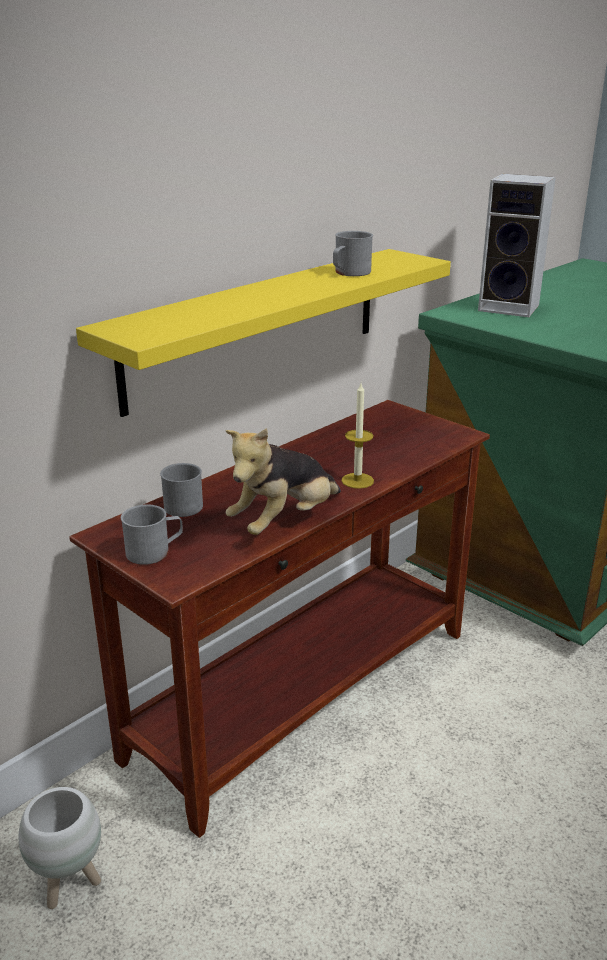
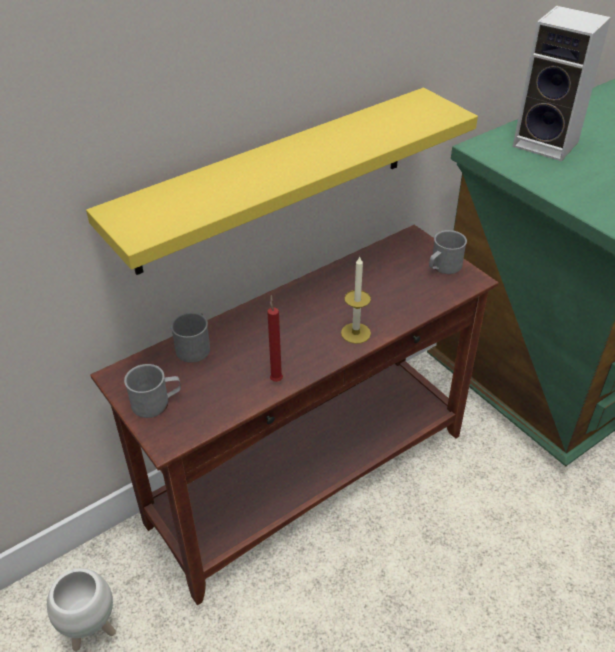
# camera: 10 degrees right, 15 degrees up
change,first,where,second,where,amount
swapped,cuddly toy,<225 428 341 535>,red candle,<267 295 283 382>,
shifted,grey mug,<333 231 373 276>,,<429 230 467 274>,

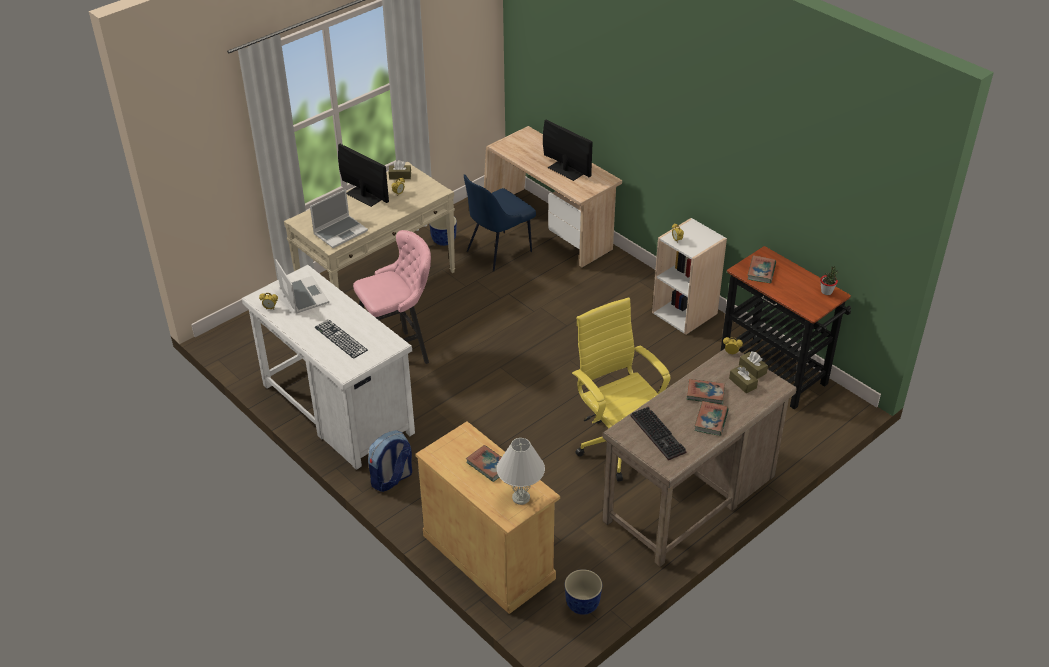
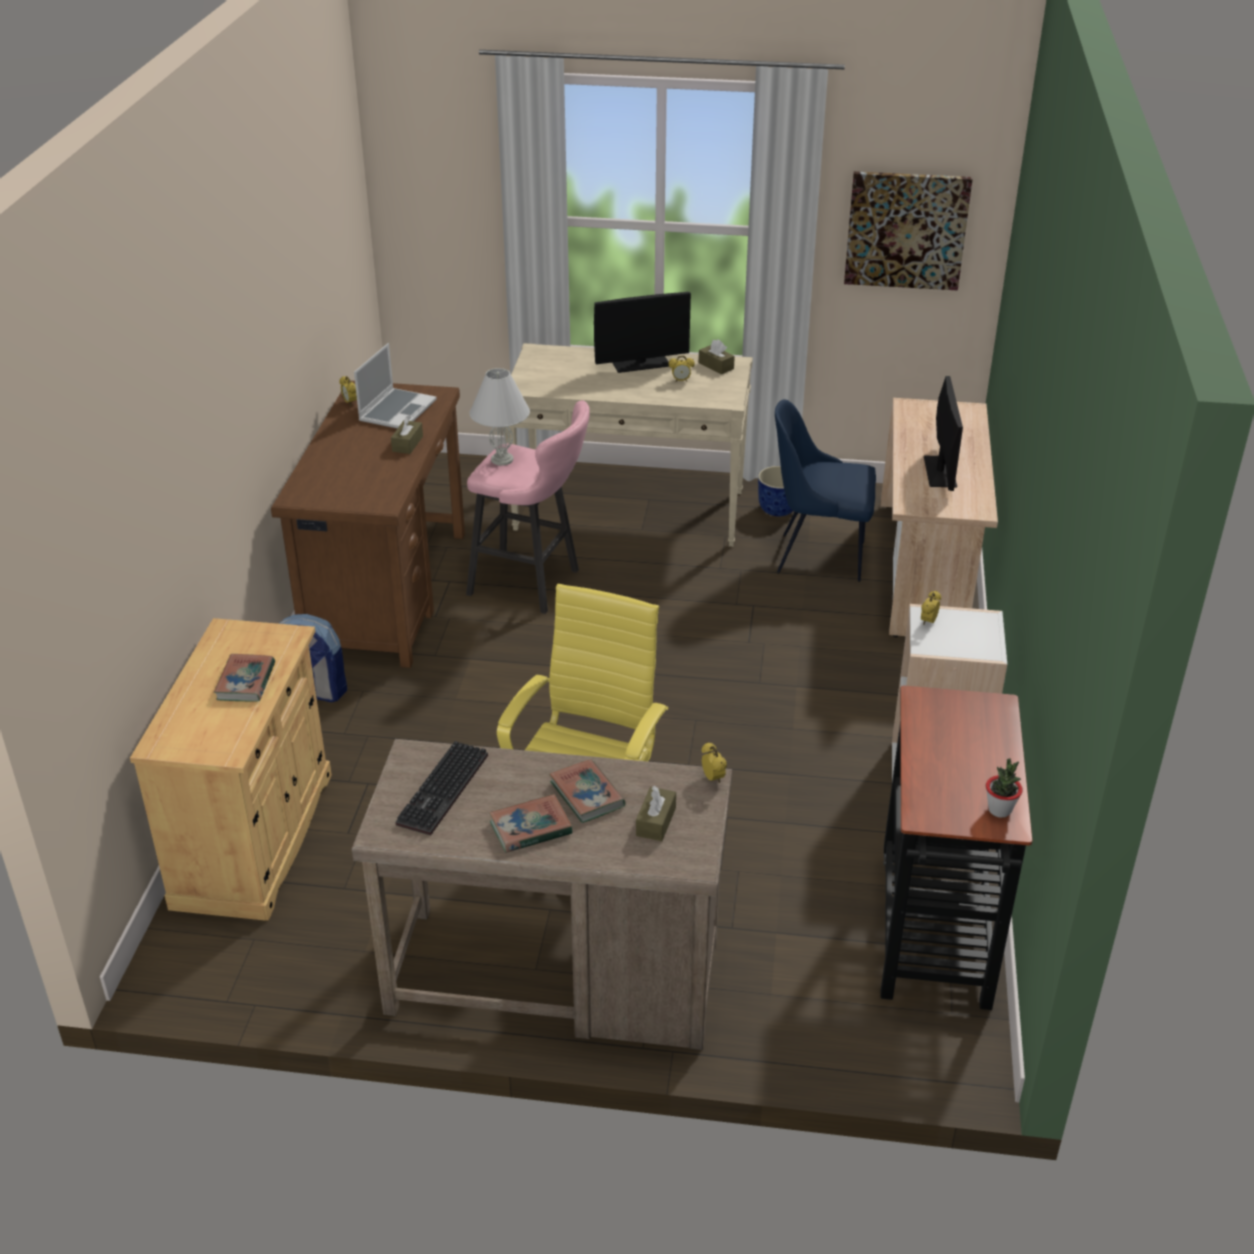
# camera: 50 degrees right, 5 degrees down
change,first,where,second,where,amount
repainted,white-coloured desk,<242 265 415 470>,brown-coloured desk,<271 381 465 668>,
shifted,brown-coloured tissue holder,<739 351 768 379>,,<391 415 423 454>,
shifted,white-coloured lamp for a table,<497 438 545 505>,,<469 368 530 466>,
rotated,monitor,<338 144 389 207>,,<594 292 691 373>,75 degrees clockwise
new,,,wall art,<844 171 973 290>,
gone,portable computer,<310 189 368 248>,,,
gone,computer keyboard,<314 319 368 359>,,,
gone,flower pot,<565 569 602 615>,,,
gone,bound book,<748 256 776 283>,,,

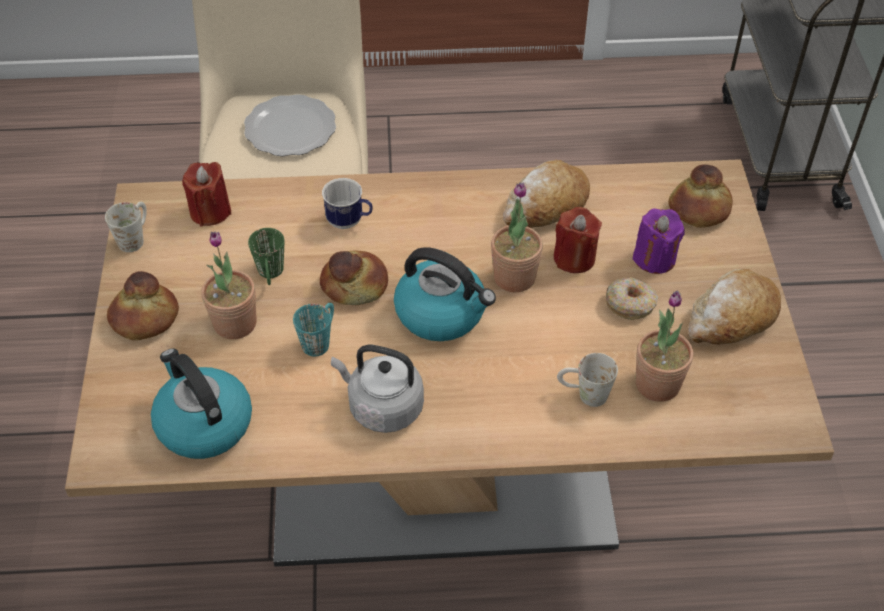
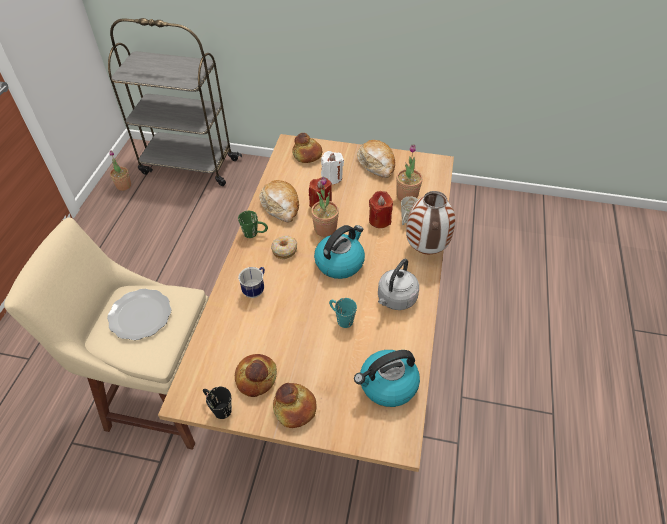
# camera: 75 degrees left, 0 degrees up
change,first,where,second,where,amount
shifted,houseplant,<201 231 257 339>,,<109 150 131 191>,
repainted,white-coloured mug,<105 202 147 252>,blackish mug,<203 386 232 419>,
shifted,baked bread,<320 250 388 305>,,<235 354 277 397>,
shifted,green mug,<248 228 284 285>,,<238 211 268 238>,
shifted,donut,<606 277 658 320>,,<271 236 297 259>,
repainted,purplish candle,<633 209 685 274>,white-coloured candle,<321 151 344 184>,
shifted,red candle,<182 162 231 227>,,<369 191 393 228>,
new,,,flower vase,<406 191 455 254>,

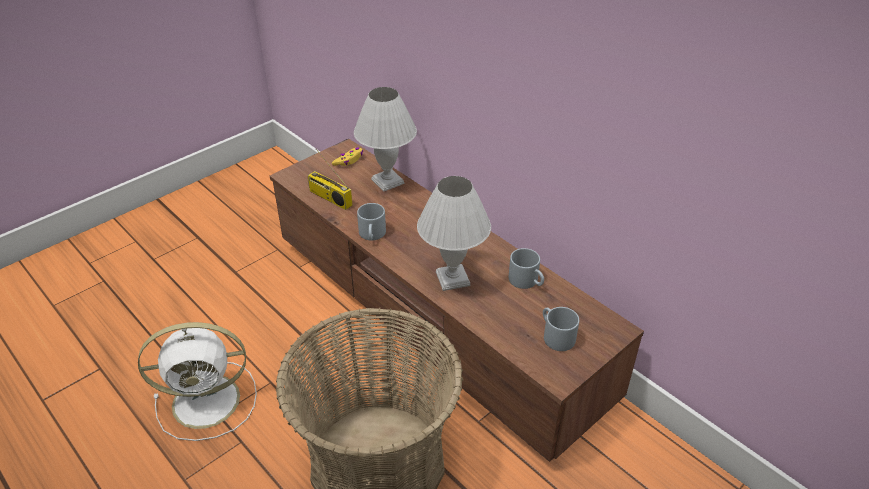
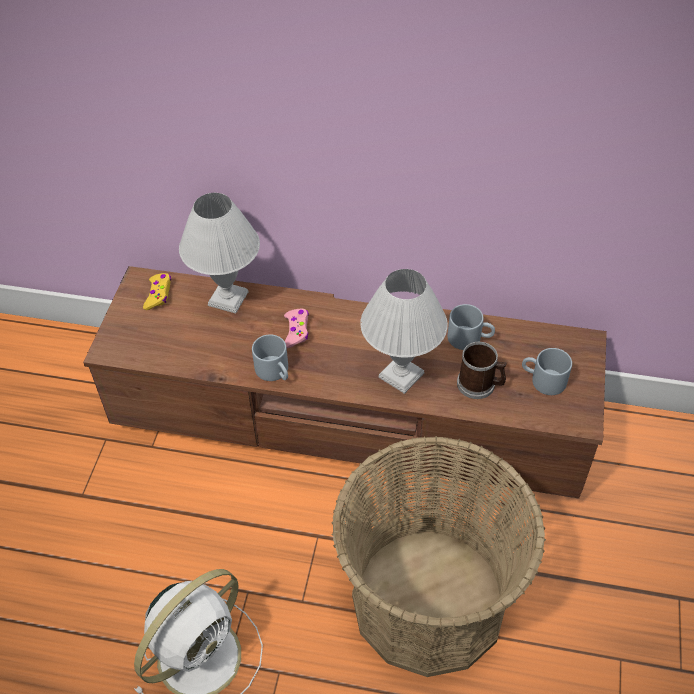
# camera: 35 degrees left, 10 degrees up
change,first,where,second,where,amount
new,,,pink gamepad,<284 309 309 348>,
new,,,mug,<457 342 507 399>,
gone,radio,<307 149 352 210>,,,

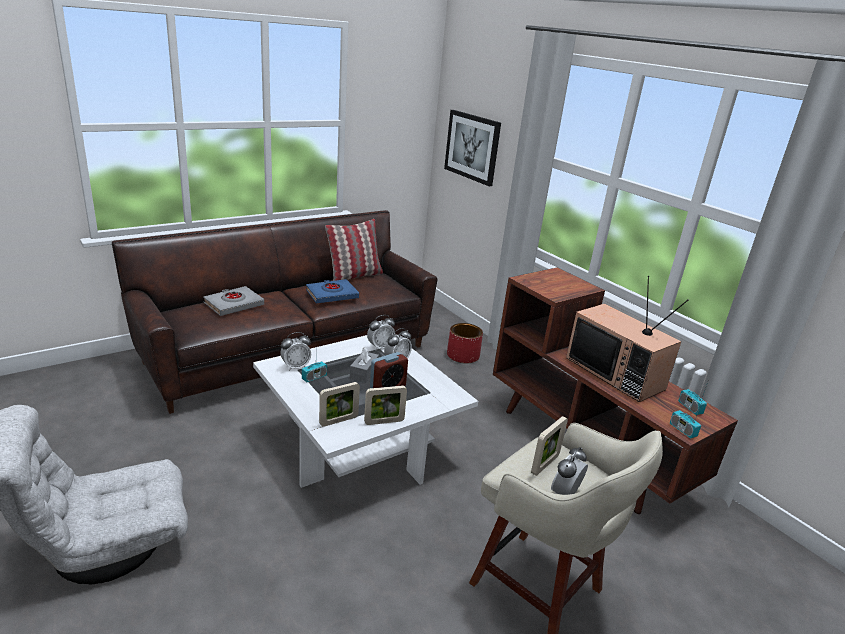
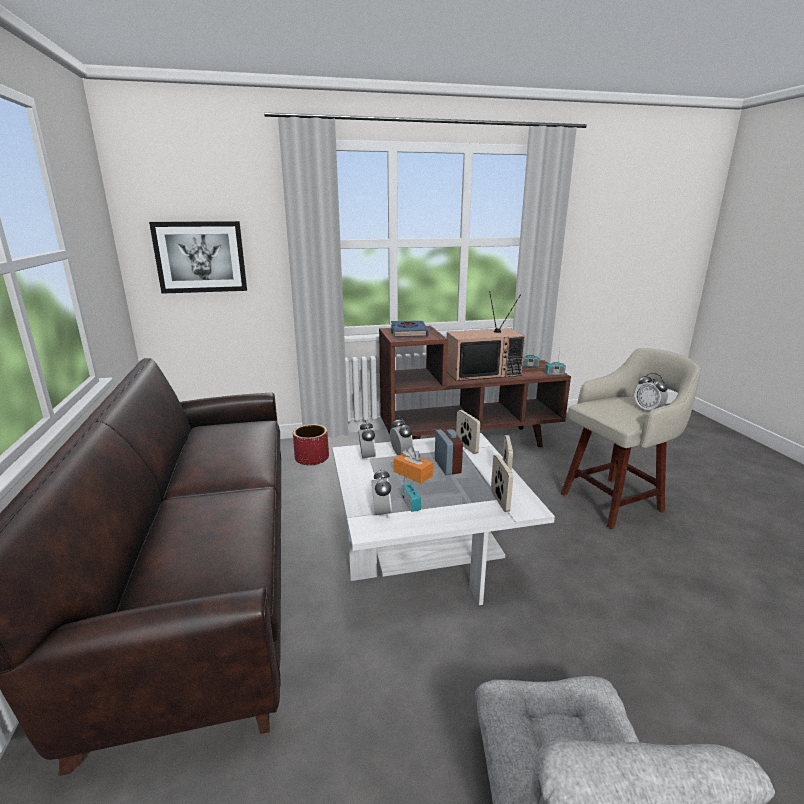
# camera: 65 degrees left, 5 degrees down
change,first,where,second,where,amount
shifted,blue bound book,<306 279 359 303>,,<391 321 428 337>,
repainted,grey tissue holder,<350 347 379 382>,orange-coloured tissue holder,<394 447 433 483>,
shifted,standing frame,<531 416 568 476>,,<456 410 480 454>,
gone,grey bound book,<203 286 264 316>,,,
gone,throw pillow,<325 219 383 281>,,,

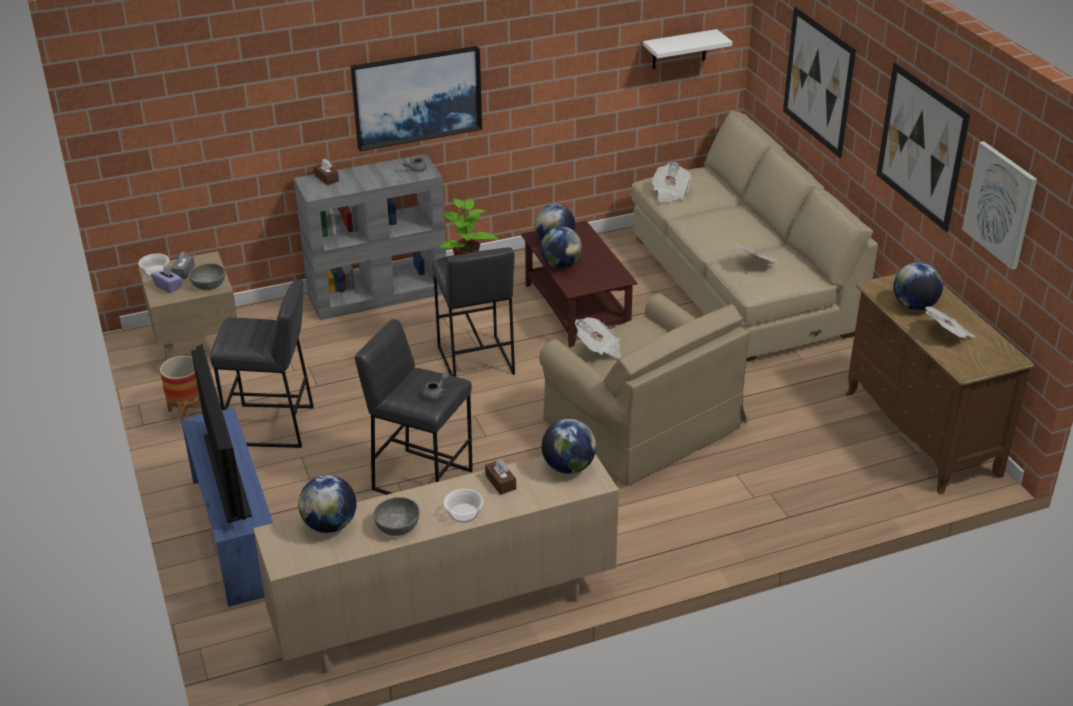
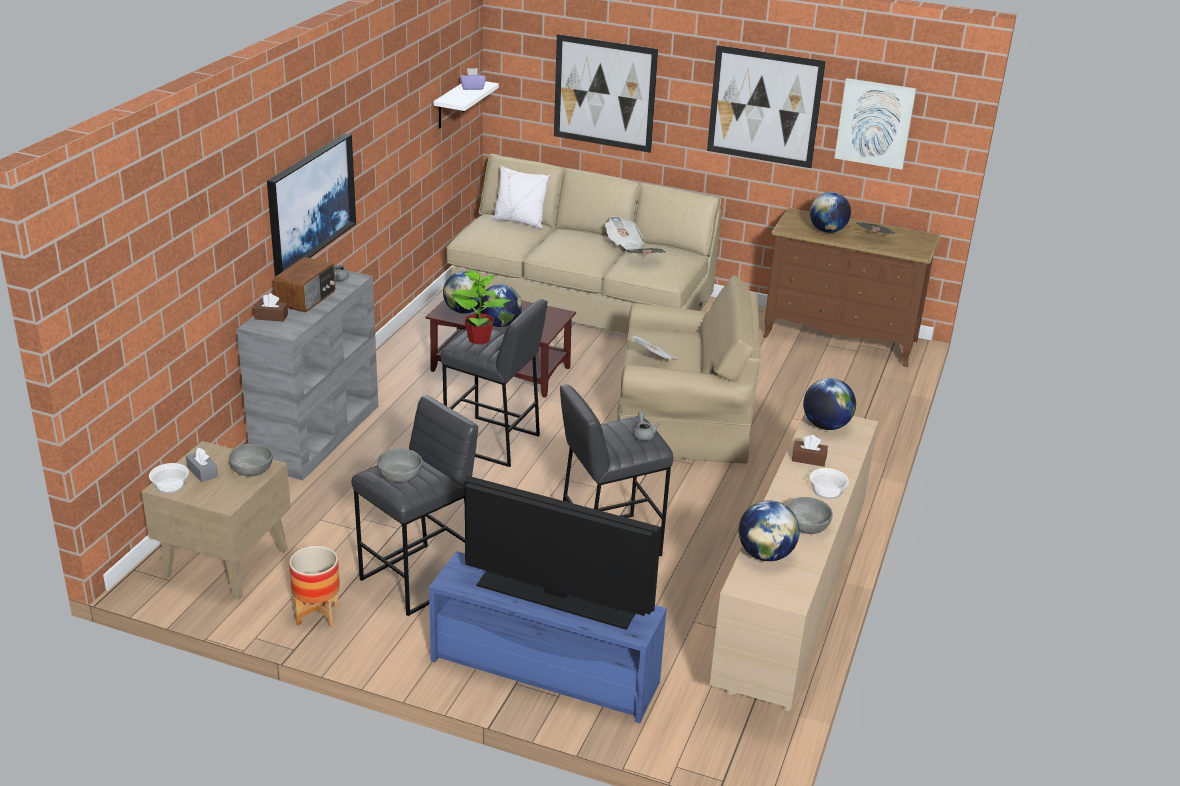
# camera: 50 degrees left, 5 degrees down
change,first,where,second,where,amount
new,,,radio,<274 257 335 312>,
new,,,grey deep dish,<377 448 422 483>,
shifted,purplish tissue holder,<151 266 182 293>,,<460 68 486 90>,
new,,,white-coloured throw pillow,<492 165 550 229>,
shifted,daily paper,<652 162 692 203>,,<605 216 645 249>,

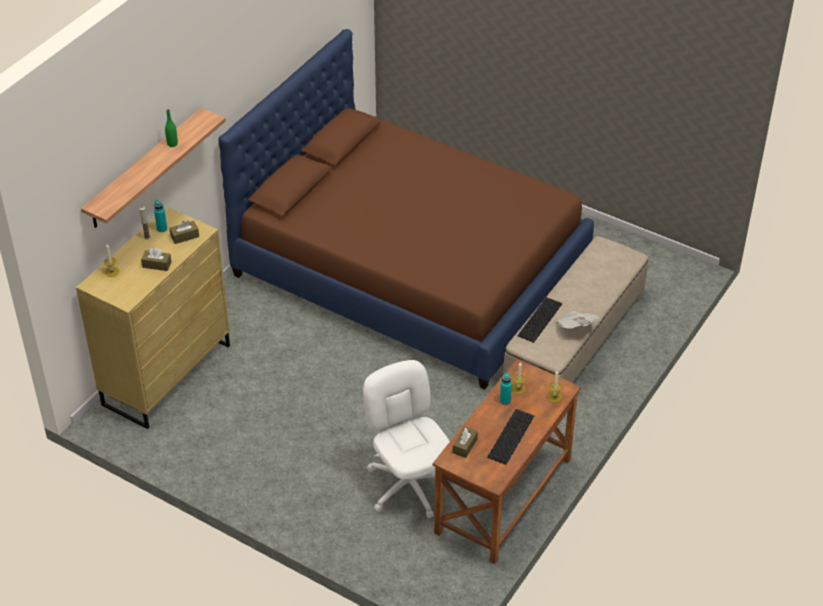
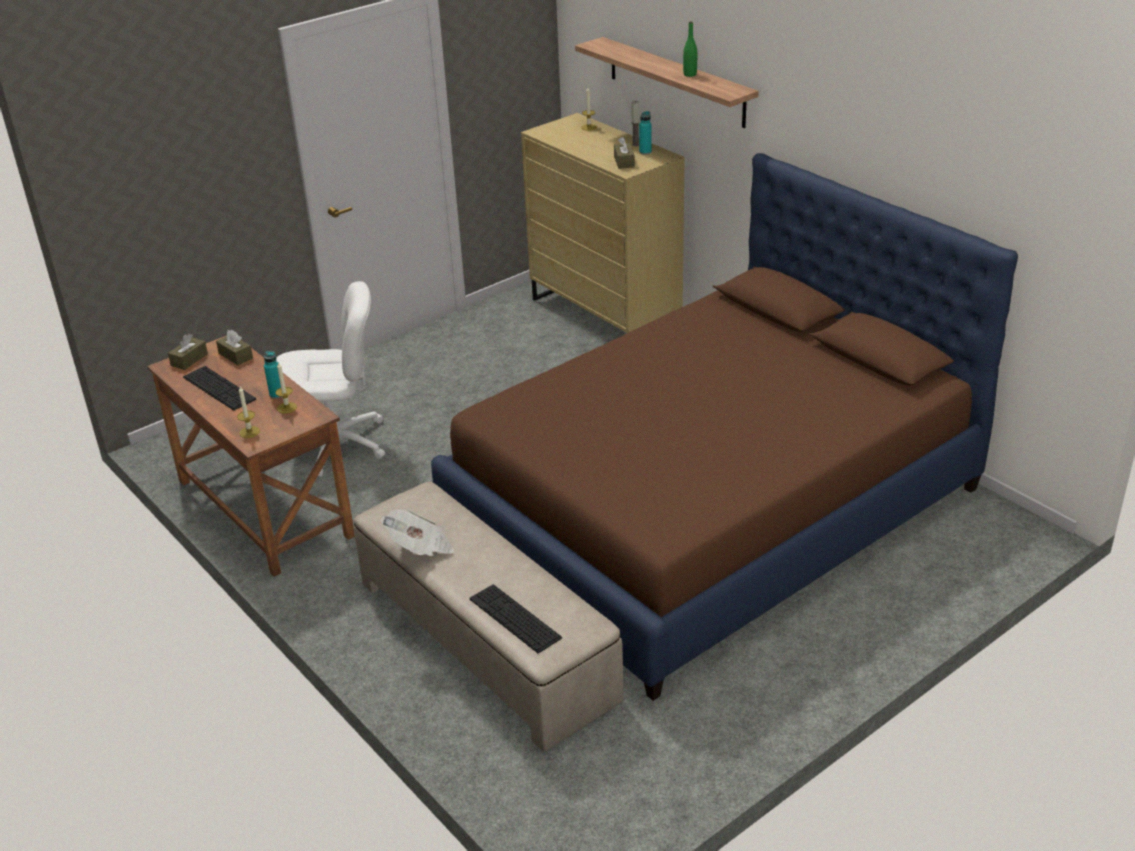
# camera: 110 degrees right, 10 degrees down
change,first,where,second,where,amount
shifted,brown-coloured tissue holder,<141 247 172 271>,,<168 334 208 370>,
shifted,computer keyboard,<517 297 562 343>,,<470 584 562 653>,

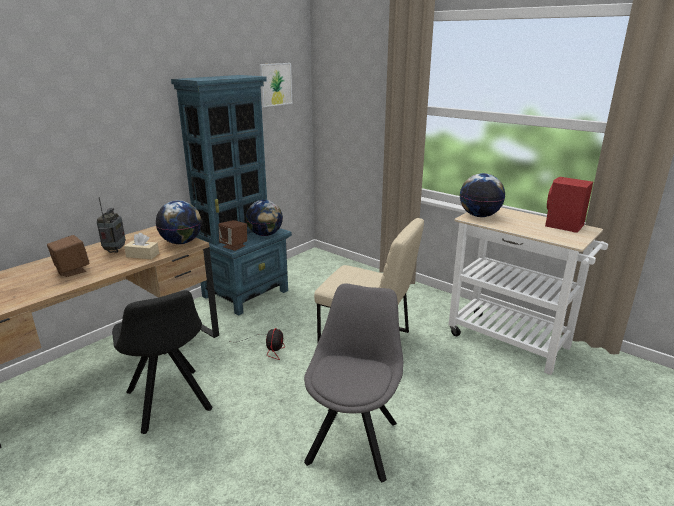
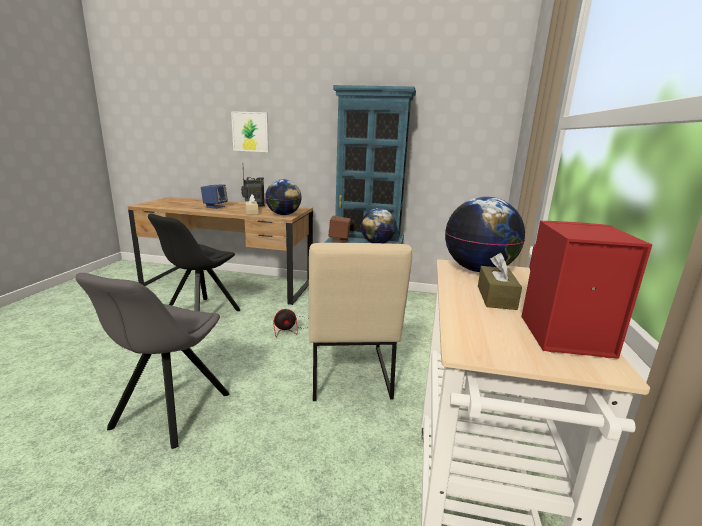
# camera: 60 degrees right, 5 degrees down
change,first,where,second,where,amount
rotated,grey chair,<304 284 403 482>,,<75 273 229 449>,120 degrees clockwise
repainted,brown-coloured audio speaker,<47 235 90 277>,blue audio speaker,<201 184 228 209>,
shifted,wall art,<260 63 292 107>,,<231 111 269 152>,
new,,,brown-coloured tissue holder,<478 253 522 310>,

